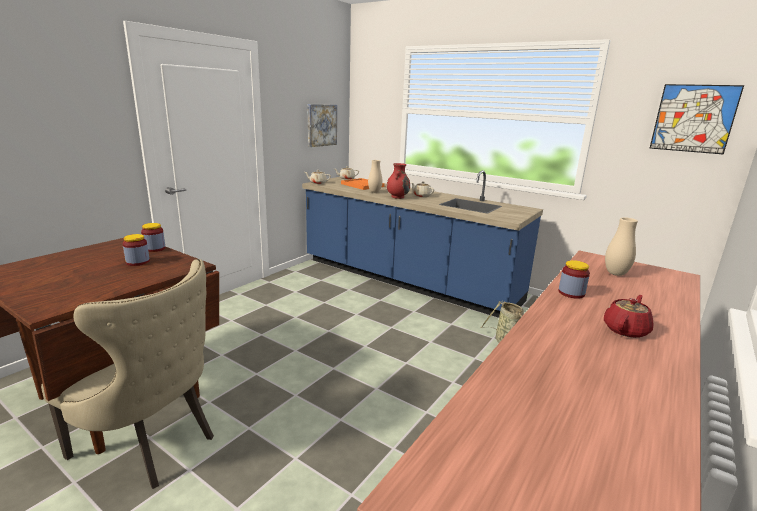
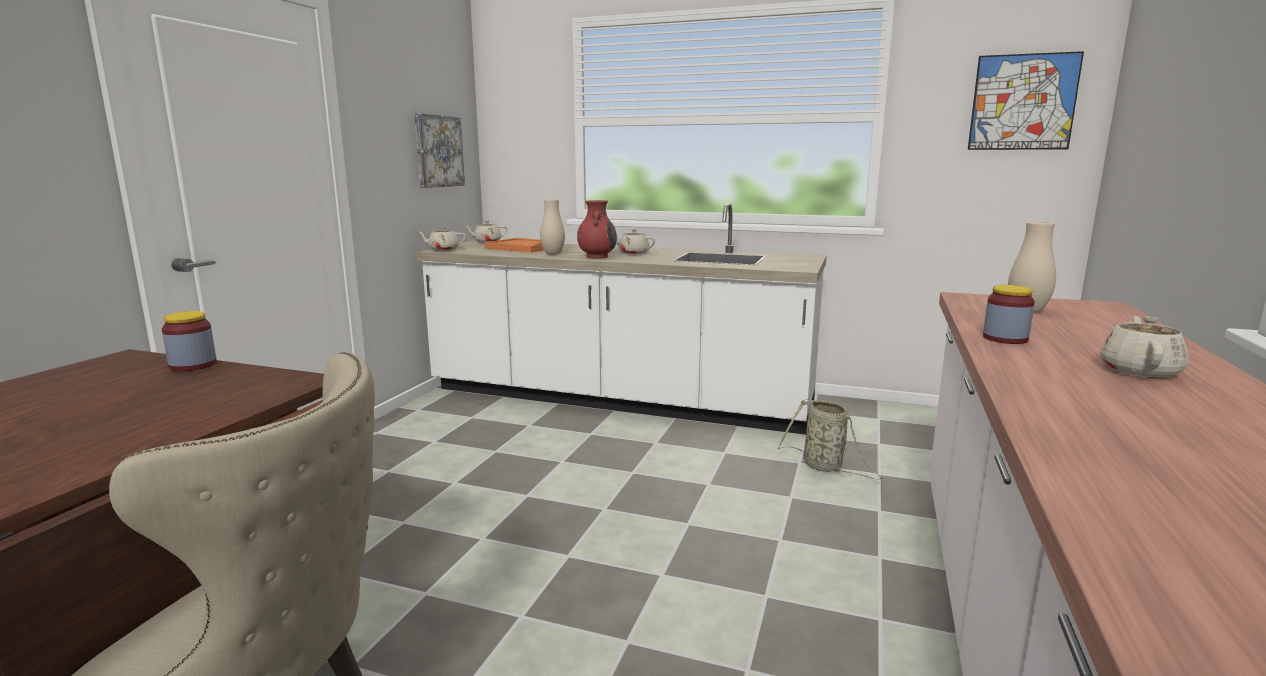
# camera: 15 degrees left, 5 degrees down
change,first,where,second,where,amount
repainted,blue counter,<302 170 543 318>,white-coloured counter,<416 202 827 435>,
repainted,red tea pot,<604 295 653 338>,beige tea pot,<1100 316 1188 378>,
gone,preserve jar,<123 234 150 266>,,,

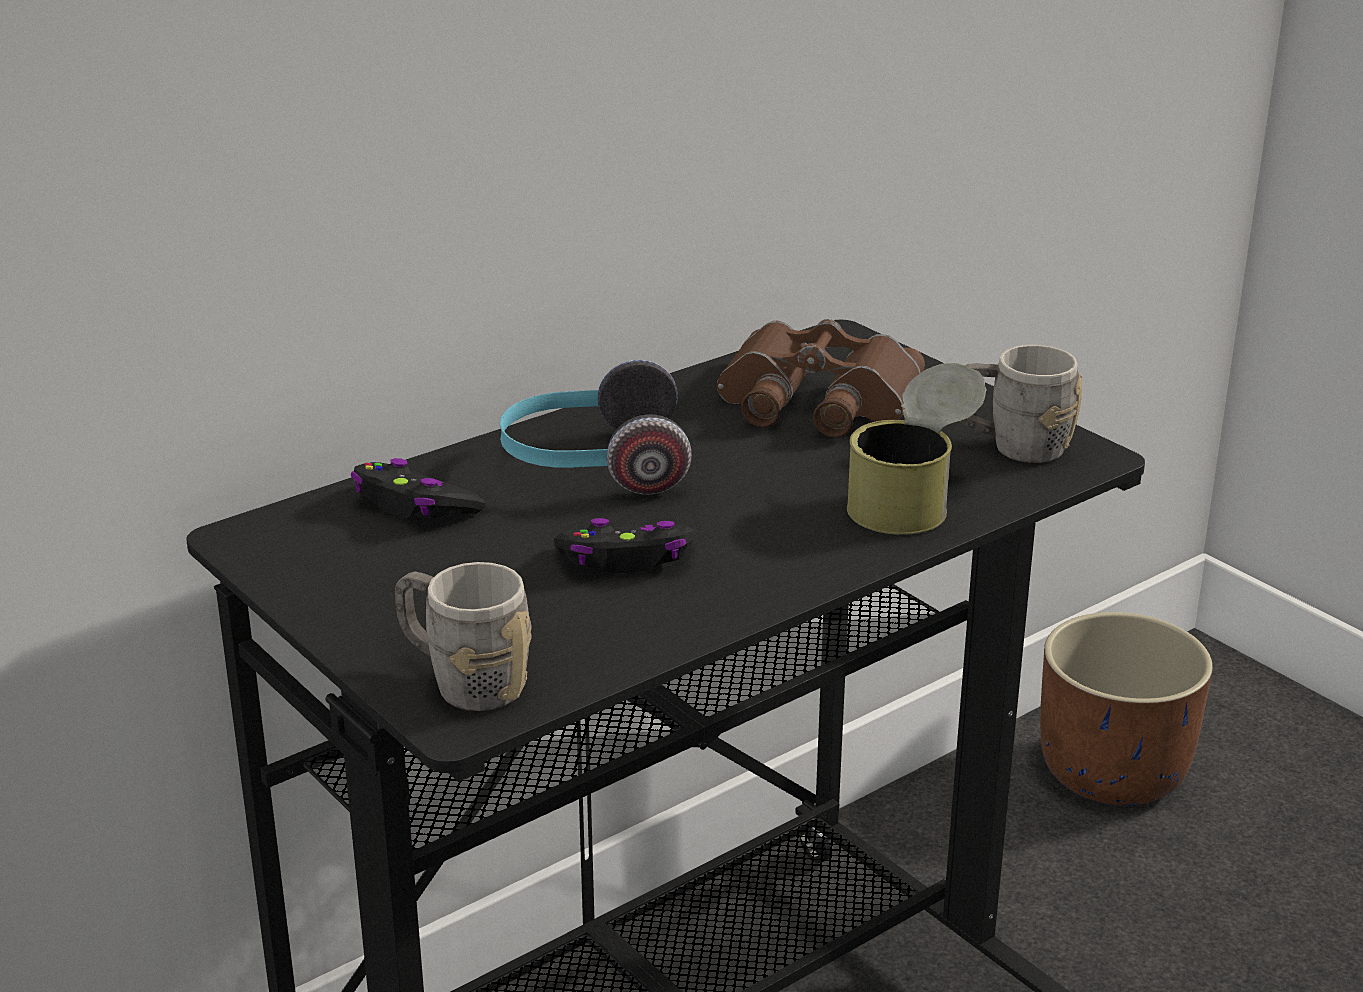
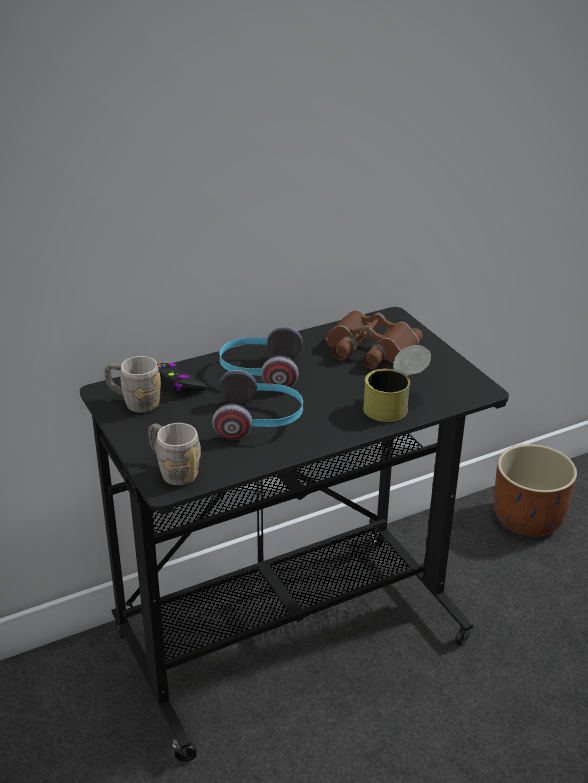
# camera: 10 degrees right, 5 degrees up
change,first,where,second,where,amount
shifted,grey mug,<960 345 1082 463>,,<104 356 161 413>,
swapped,blackish gamepad,<554 518 694 573>,headphones,<212 370 303 439>,

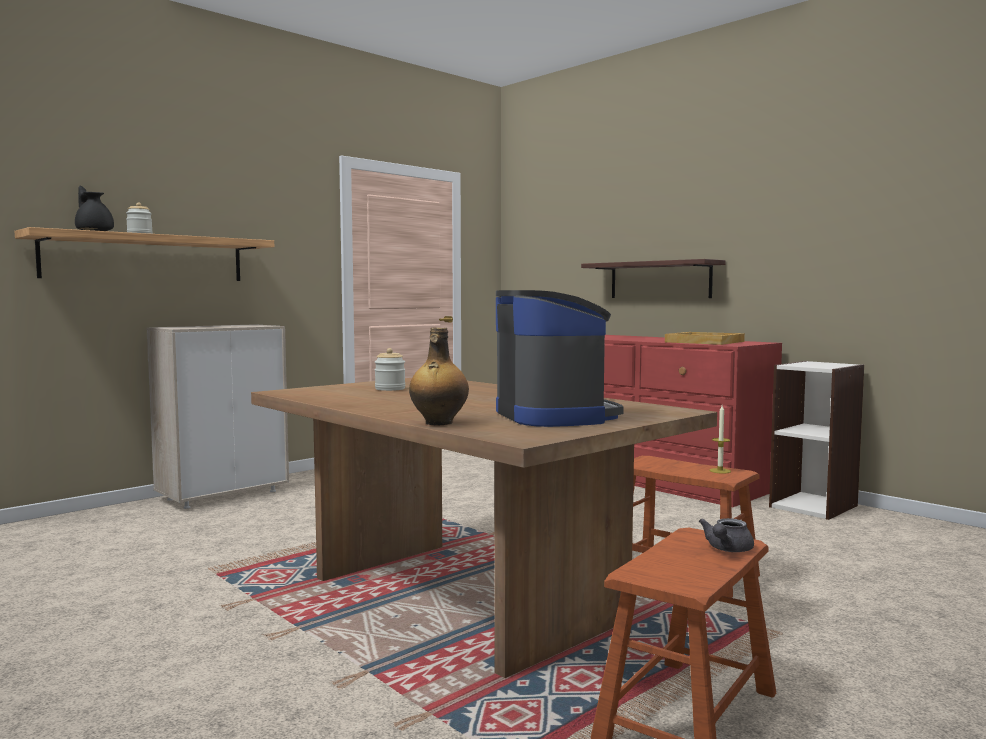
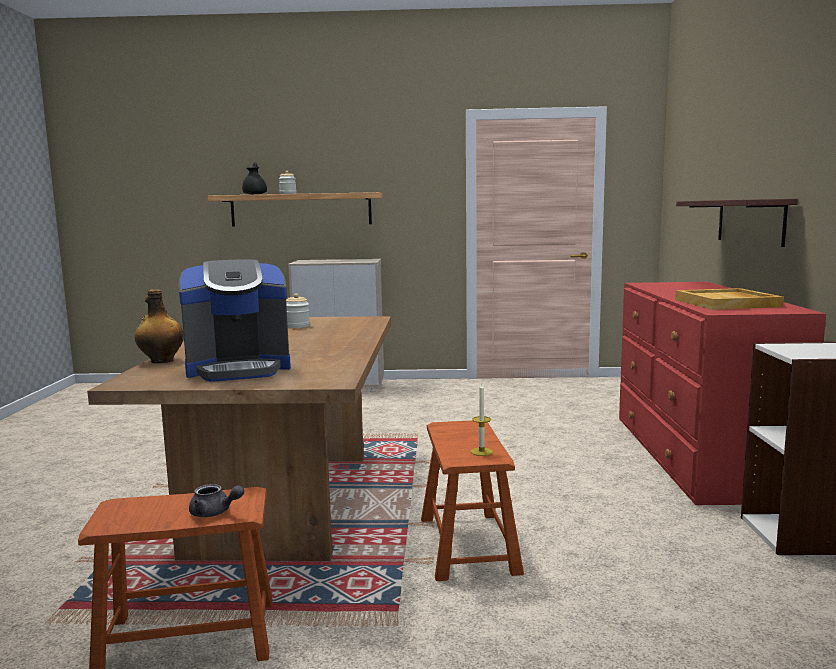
# camera: 45 degrees right, 5 degrees up
change,first,where,second,where,amount
rotated,coffee machine,<496 290 624 427>,,<179 259 291 382>,45 degrees clockwise
rotated,grey tea pot,<699 518 754 552>,,<189 484 244 517>,150 degrees counterclockwise

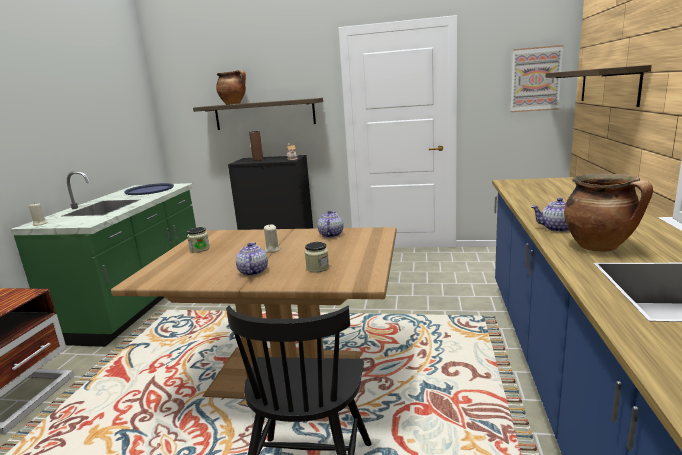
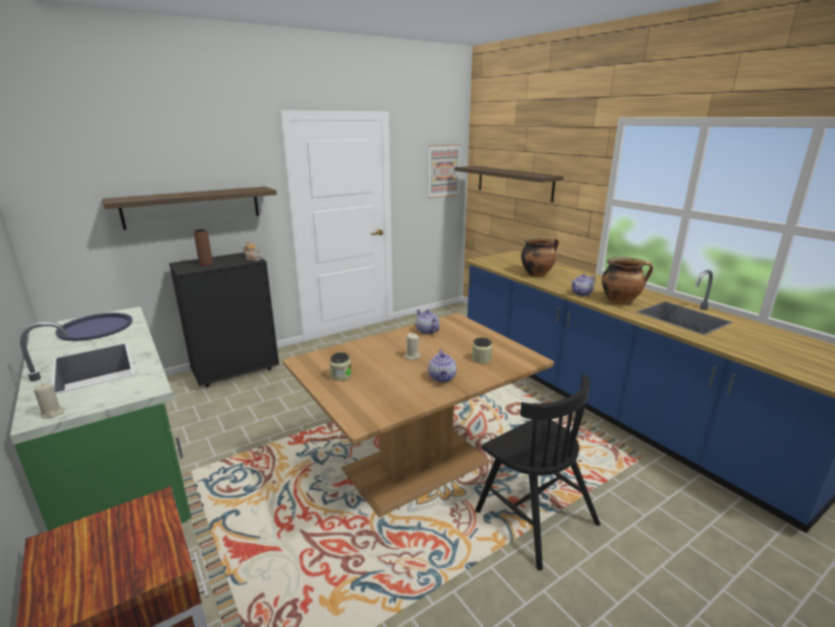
# camera: 45 degrees left, 5 degrees up
change,first,where,second,where,amount
rotated,tea pot,<236 242 268 276>,,<428 349 457 382>,135 degrees counterclockwise
shifted,cooking pot,<216 70 246 105>,,<521 236 559 277>,

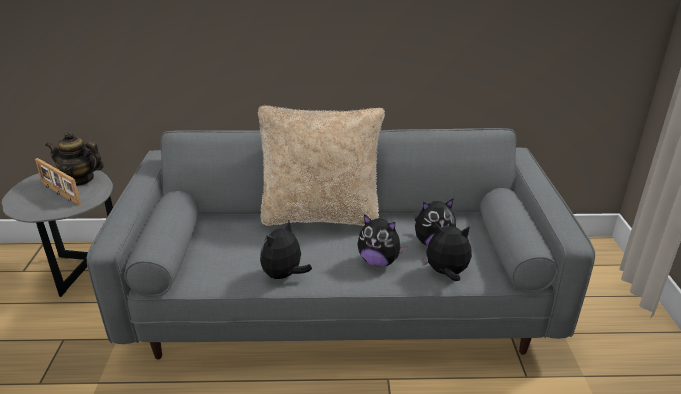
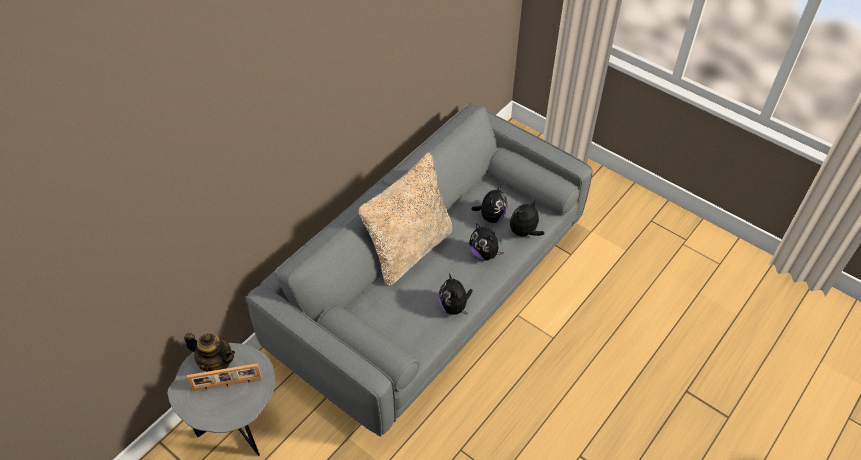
# camera: 50 degrees left, 20 degrees up
change,first,where,second,where,amount
rotated,tea pot,<45 132 104 186>,,<184 333 235 372>,120 degrees counterclockwise
rotated,cuddly toy,<357 214 407 266>,,<469 223 504 261>,75 degrees clockwise

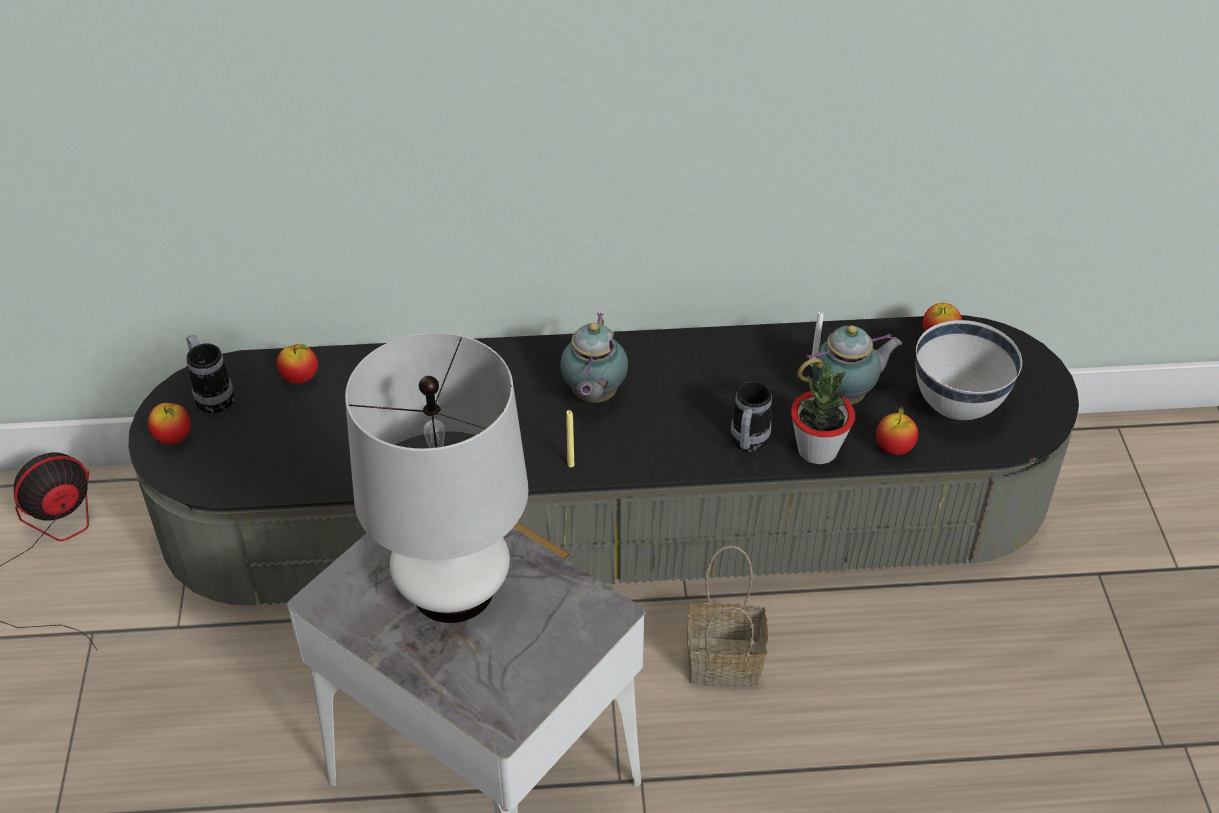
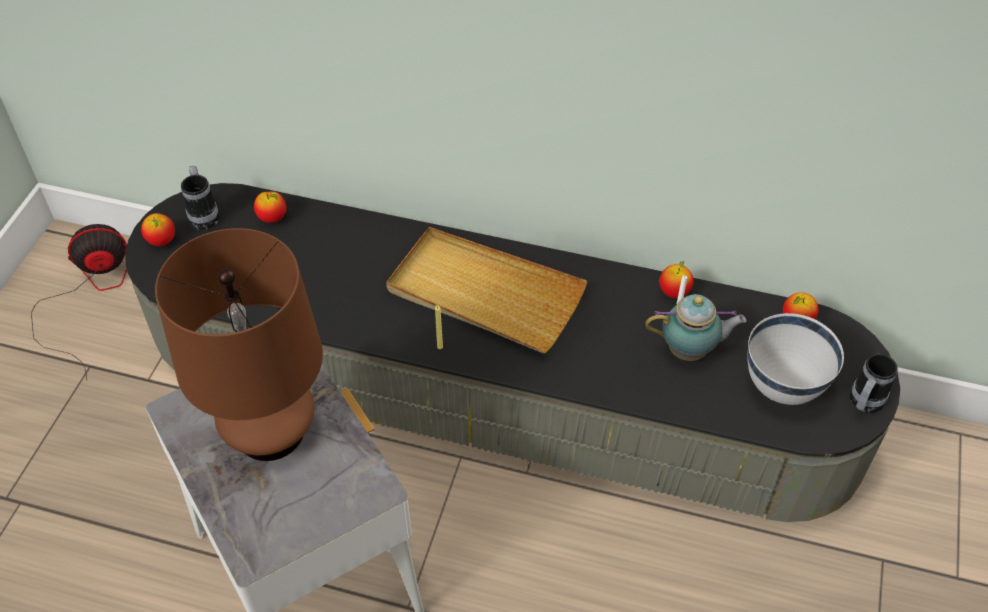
# camera: 20 degrees right, 5 degrees up
change,first,where,second,where,amount
repainted,white-coloured lamp for a table,<345 332 528 623>,brown-coloured lamp for a table,<155 228 323 461>,
swapped,tea pot,<560 313 628 403>,beige carrying tray,<386 227 587 354>,
shifted,apple,<876 406 918 455>,,<659 260 693 298>,
shifted,mug,<731 381 772 452>,,<850 354 898 413>,
gone,household basket,<687 546 768 687>,,,
gone,houseplant,<791 364 855 464>,,,

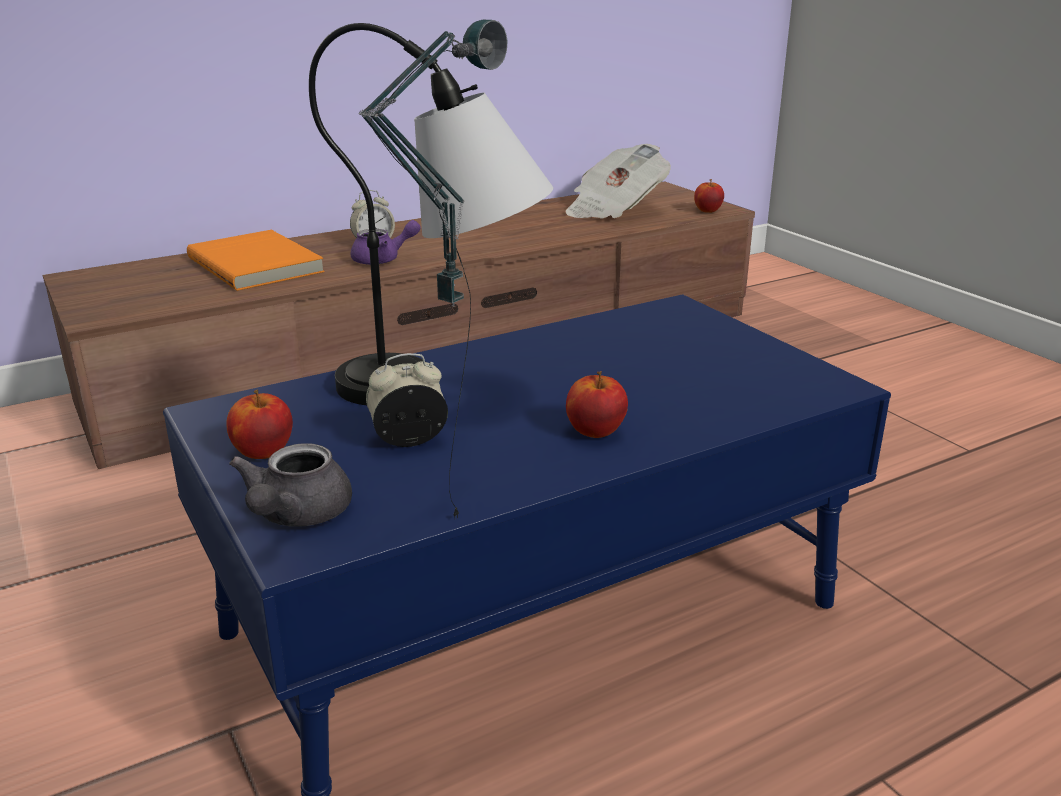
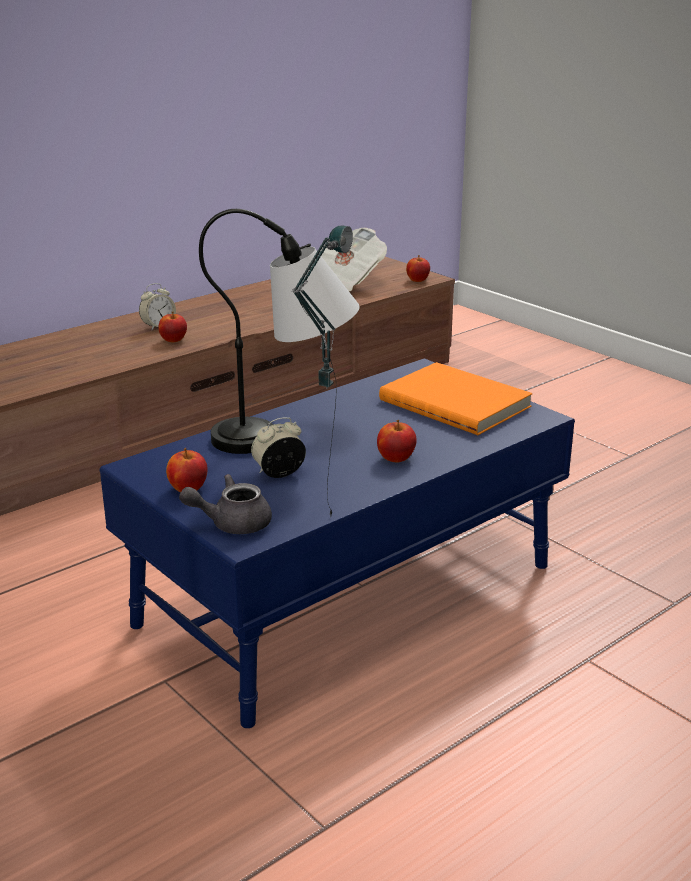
# camera: 10 degrees left, 0 degrees up
change,first,where,second,where,amount
swapped,purplish tea pot,<351 220 421 265>,apple,<158 311 187 343>,
rotated,grey tea pot,<229 443 352 527>,,<179 474 272 534>,75 degrees clockwise
shifted,orange-coloured bound book,<187 230 325 291>,,<379 362 533 435>,

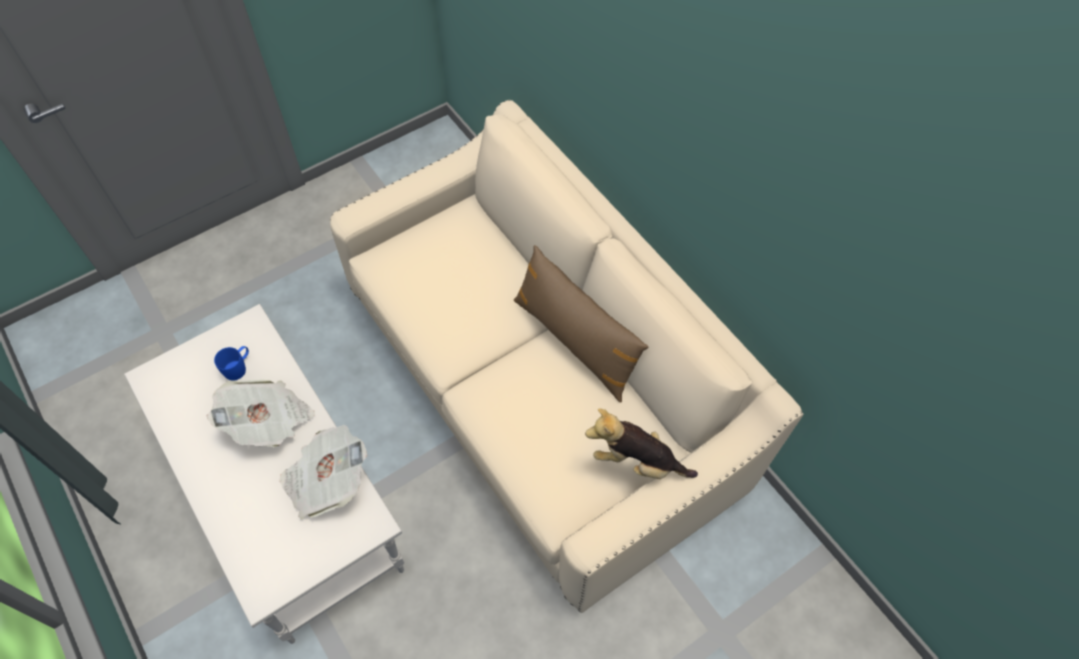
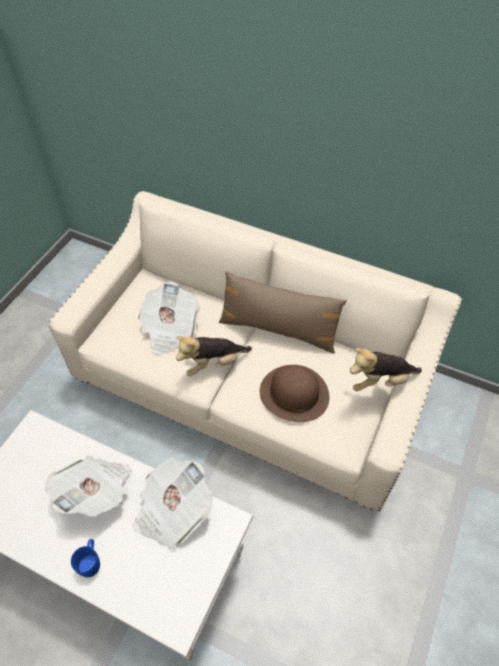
# camera: 30 degrees left, 5 degrees down
change,first,where,second,where,amount
shifted,blue mug,<214 346 249 381>,,<71 539 100 577>,
new,,,daily paper,<138 282 200 355>,
new,,,cuddly toy,<176 336 252 376>,
new,,,brown-coloured clothing hat,<260 365 330 422>,

